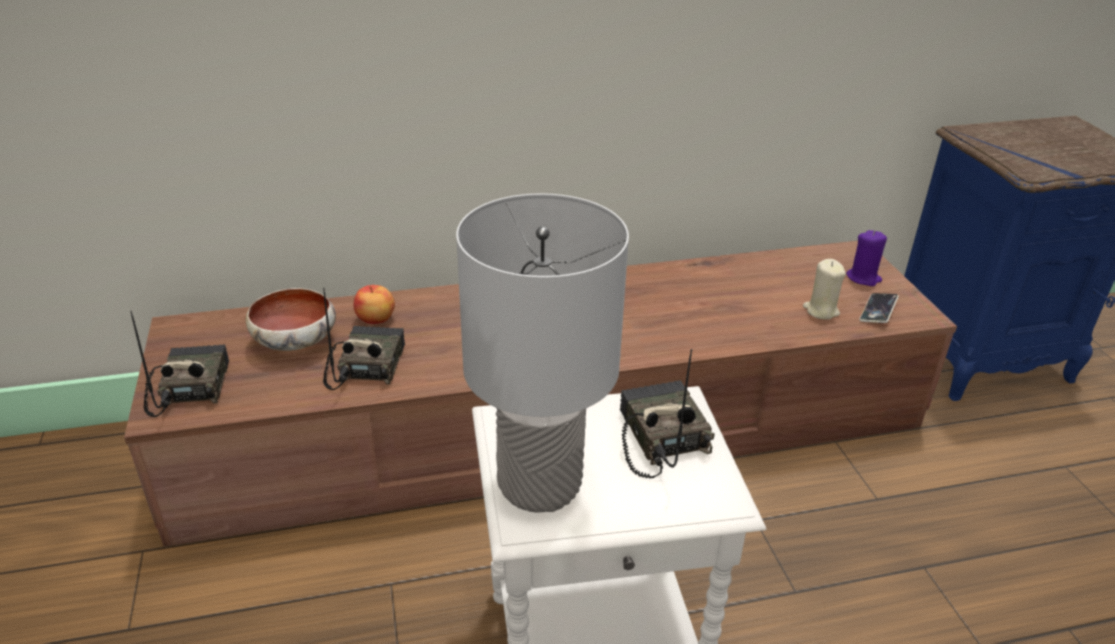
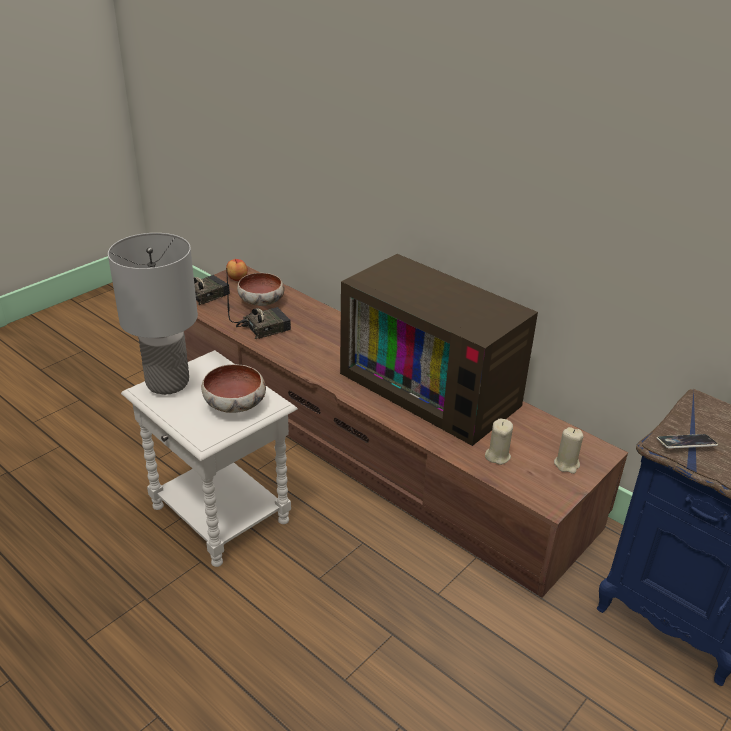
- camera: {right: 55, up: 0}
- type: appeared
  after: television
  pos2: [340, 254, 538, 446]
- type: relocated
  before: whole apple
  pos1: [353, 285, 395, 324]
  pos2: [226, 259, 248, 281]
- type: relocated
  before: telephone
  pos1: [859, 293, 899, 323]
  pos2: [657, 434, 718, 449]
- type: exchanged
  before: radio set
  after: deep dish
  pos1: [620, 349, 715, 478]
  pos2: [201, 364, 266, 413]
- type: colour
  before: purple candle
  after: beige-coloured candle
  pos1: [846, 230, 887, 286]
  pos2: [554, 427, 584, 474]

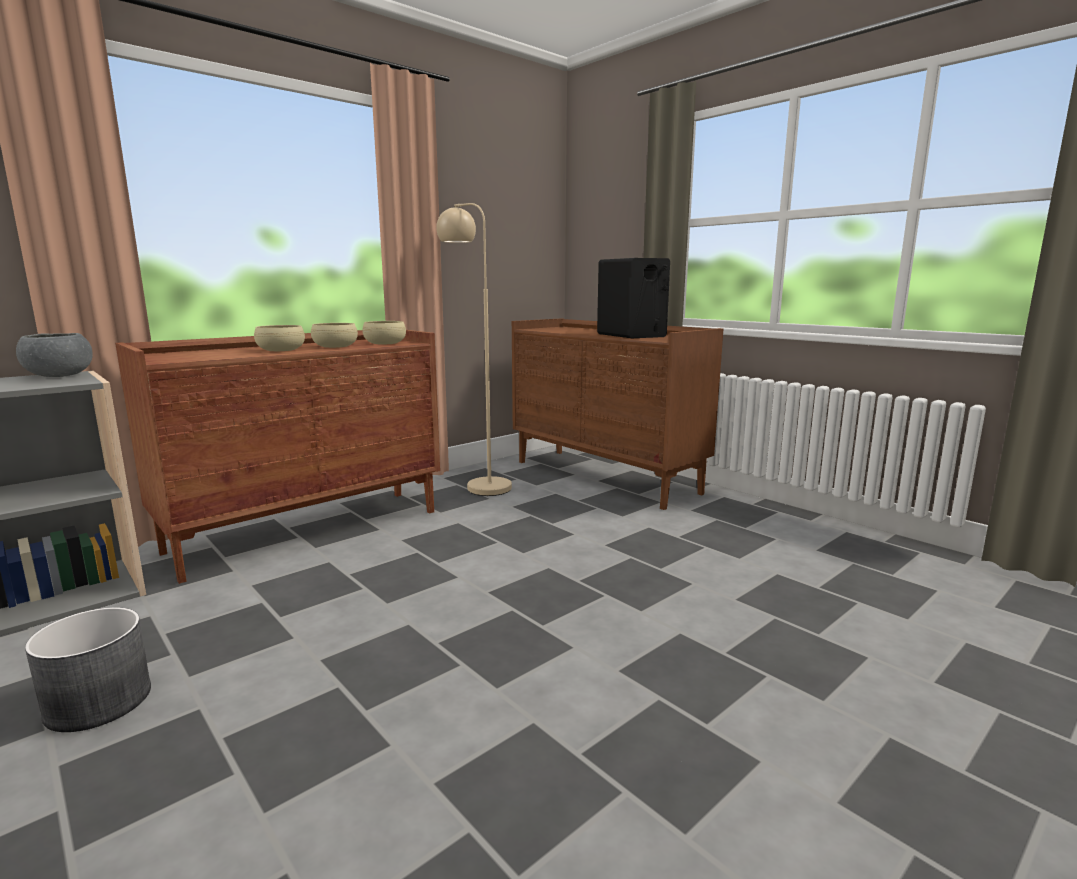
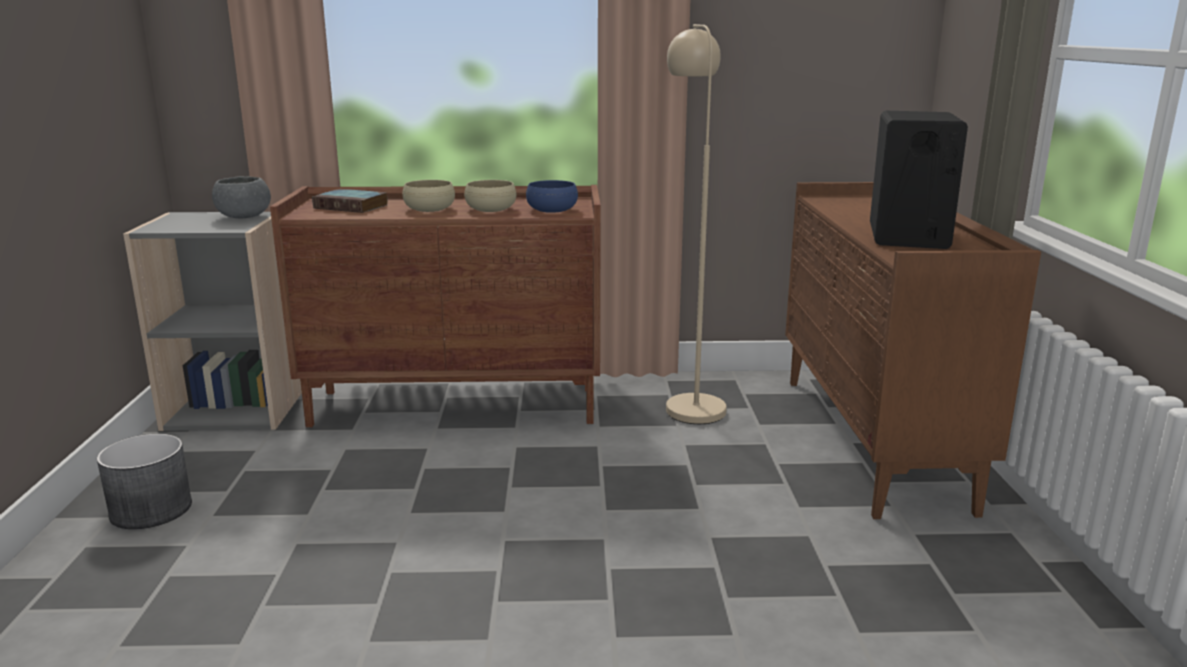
- camera: {right: 40, up: 5}
- type: appeared
  after: book
  pos2: [312, 189, 388, 213]
- type: colour
  before: beige-coloured deep dish
  after: blue-coloured deep dish
  pos1: [362, 321, 406, 344]
  pos2: [526, 180, 578, 213]

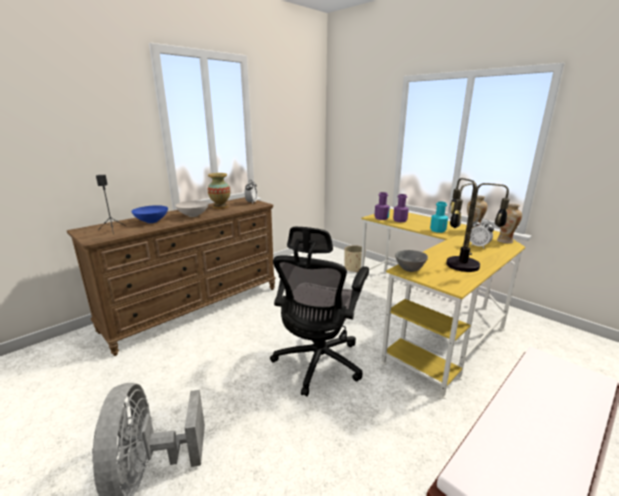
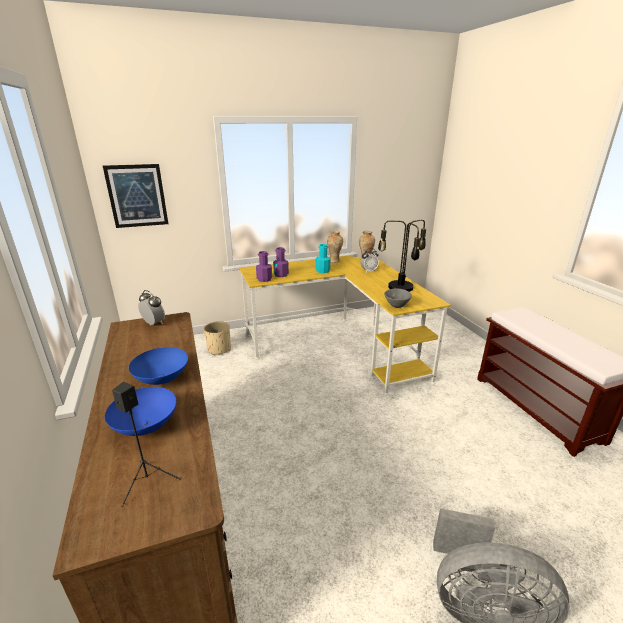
- camera: {right: -65, up: 5}
- type: missing
  before: decorative vase
  pos1: [208, 173, 230, 209]
- type: missing
  before: desk chair
  pos1: [270, 227, 369, 396]
- type: appeared
  after: picture
  pos2: [103, 164, 168, 228]
- type: colour
  before: whitish deep dish
  after: blue-coloured deep dish
  pos1: [175, 201, 209, 217]
  pos2: [129, 347, 188, 385]

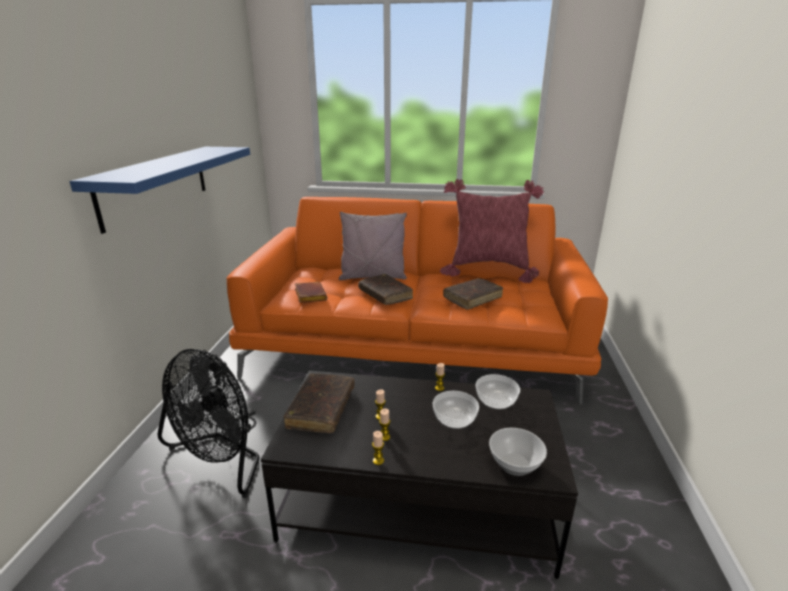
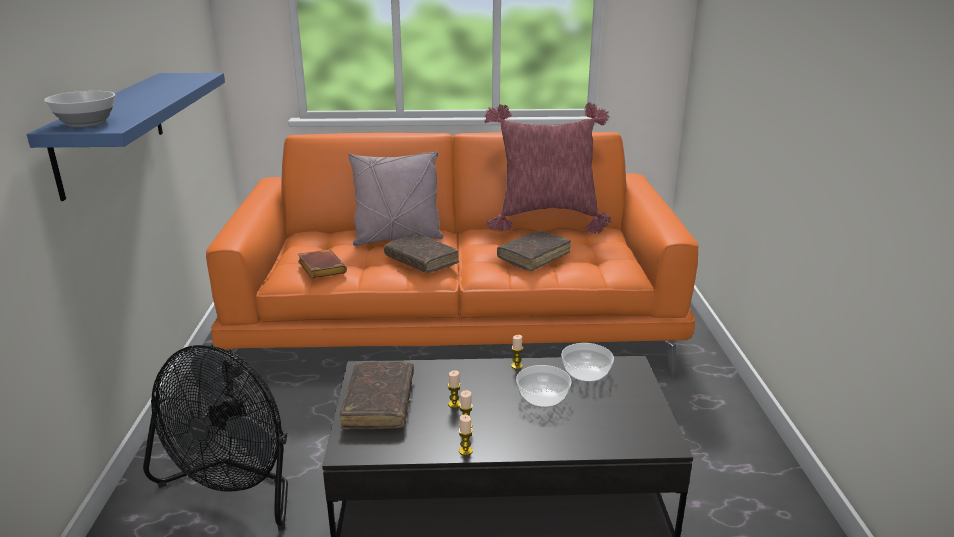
- camera: {right: -10, up: 0}
- type: relocated
  before: deep dish
  pos1: [489, 428, 547, 476]
  pos2: [44, 91, 115, 127]

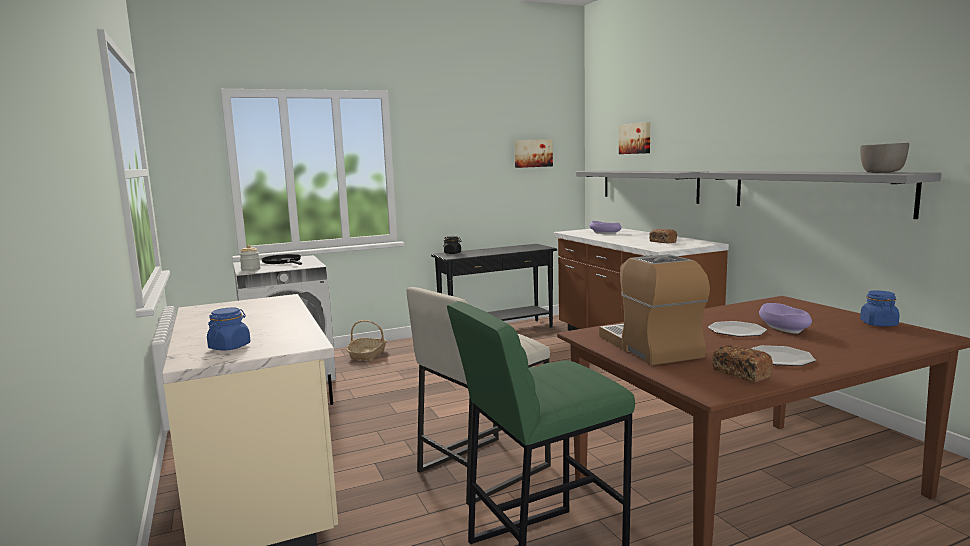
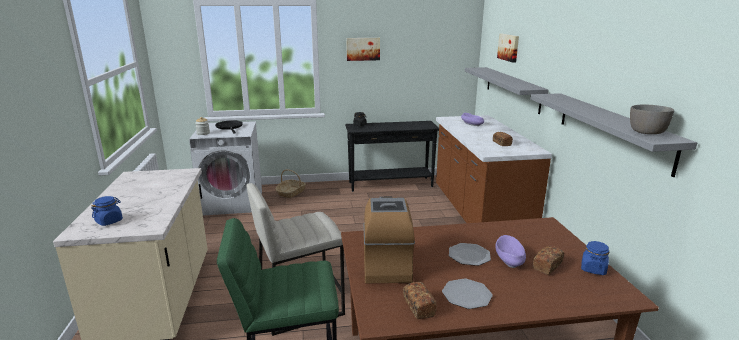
- camera: {right: 15, up: 10}
- type: appeared
  after: baked bread
  pos2: [533, 246, 564, 275]
- type: relocated
  before: picture
  pos1: [514, 139, 553, 168]
  pos2: [346, 38, 380, 61]

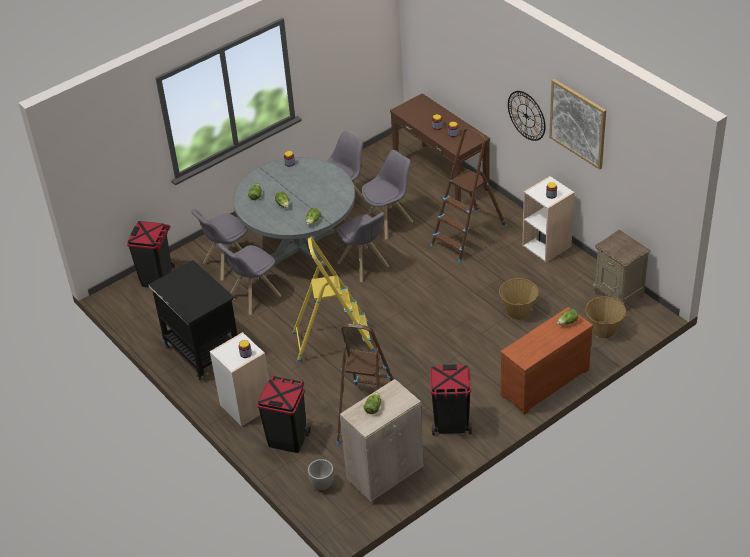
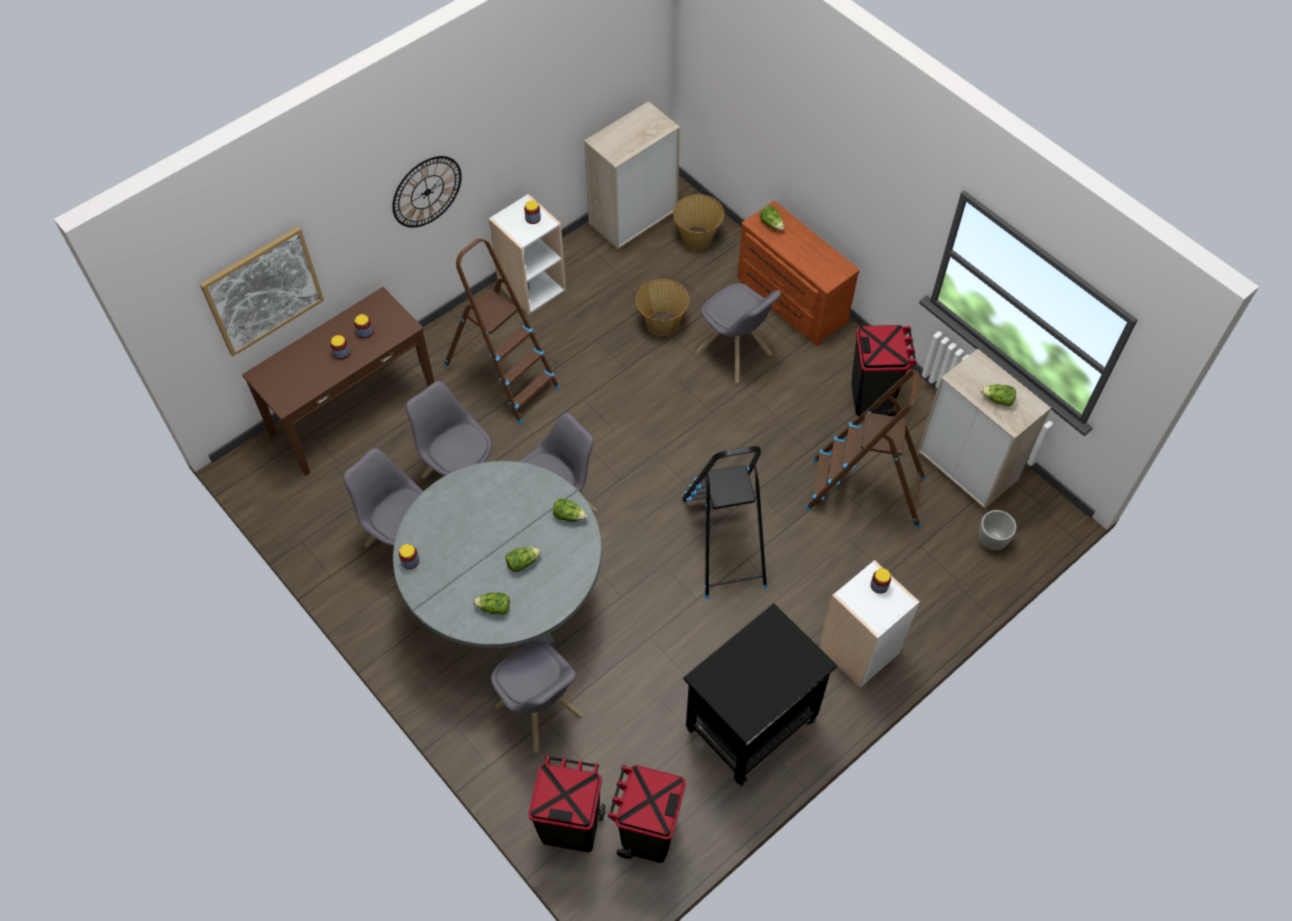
- camera: {right: -95, up: 15}
- type: relocated
  before: gray plain chair
  pos1: [218, 243, 281, 315]
  pos2: [697, 283, 781, 383]
- type: relocated
  before: black waste bin
  pos1: [257, 375, 311, 453]
  pos2: [608, 765, 686, 863]
- type: relocated
  before: picture
  pos1: [549, 79, 606, 170]
  pos2: [200, 226, 324, 357]
- type: exchanged
  before: beige-coloured night table
  after: beige-coloured cabinet
  pos1: [593, 230, 651, 305]
  pos2: [584, 101, 680, 249]
- type: colour
  before: yellow step stool
  after: black step stool
  pos1: [292, 237, 375, 362]
  pos2: [682, 446, 767, 599]

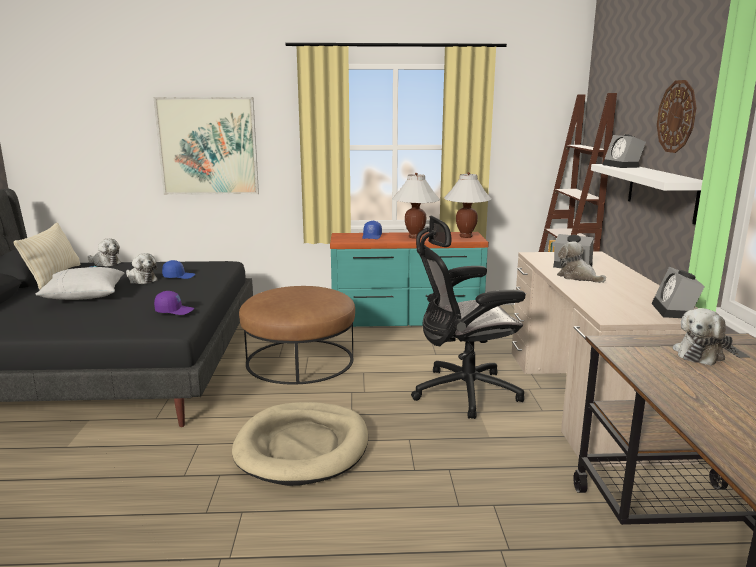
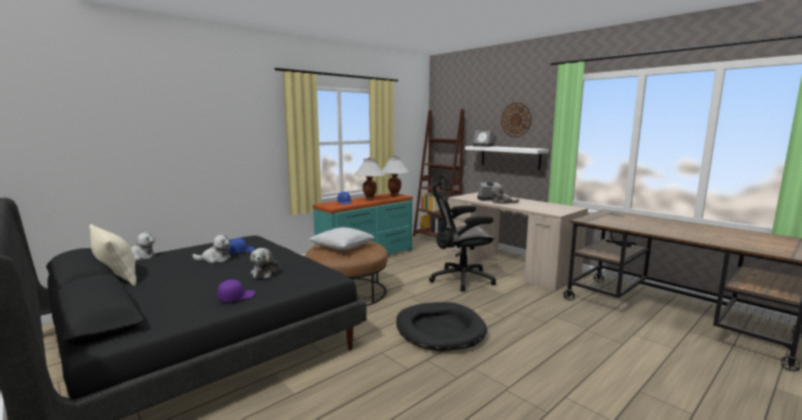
- camera: {right: -40, up: -5}
- type: missing
  before: picture
  pos1: [154, 97, 259, 195]
- type: missing
  before: bedside clock
  pos1: [651, 267, 705, 318]
- type: relocated
  before: gray throw pillow
  pos1: [35, 266, 124, 300]
  pos2: [309, 227, 375, 250]
- type: relocated
  before: purple baseball cap
  pos1: [154, 291, 194, 315]
  pos2: [218, 279, 255, 301]
- type: relocated
  before: soft toy
  pos1: [673, 308, 732, 366]
  pos2: [250, 248, 278, 278]
- type: colour
  before: beige-coloured pet bed
  after: black pet bed
  pos1: [232, 402, 368, 486]
  pos2: [396, 302, 487, 351]
- type: spun
  before: desk chair
  pos1: [411, 215, 525, 419]
  pos2: [429, 174, 496, 292]
  turn: 45

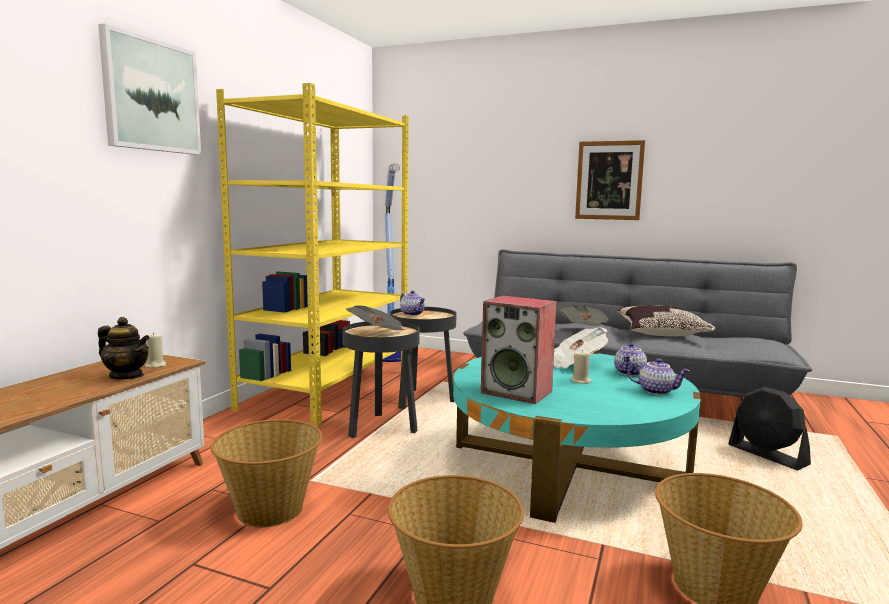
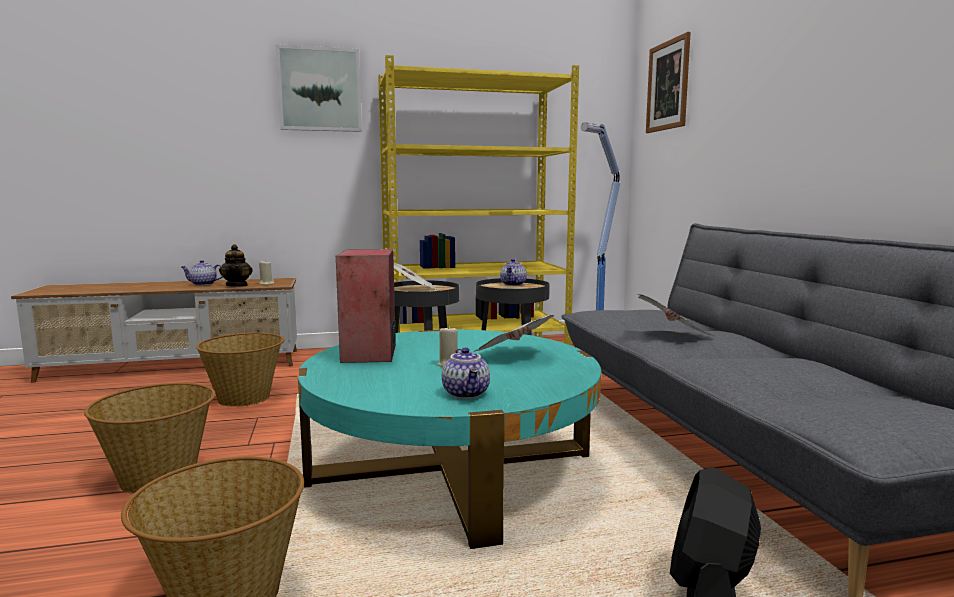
- camera: {right: 55, up: 0}
- type: missing
  before: throw pillow
  pos1: [617, 305, 715, 336]
- type: relocated
  before: picture
  pos1: [575, 140, 645, 220]
  pos2: [646, 32, 691, 133]
- type: relocated
  before: pot for tea
  pos1: [614, 343, 647, 376]
  pos2: [181, 260, 223, 286]

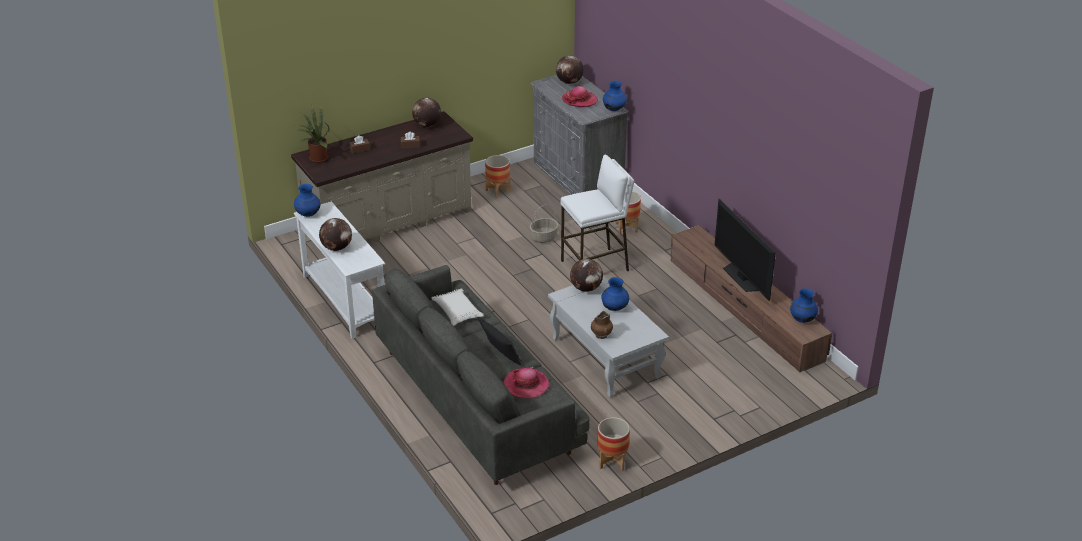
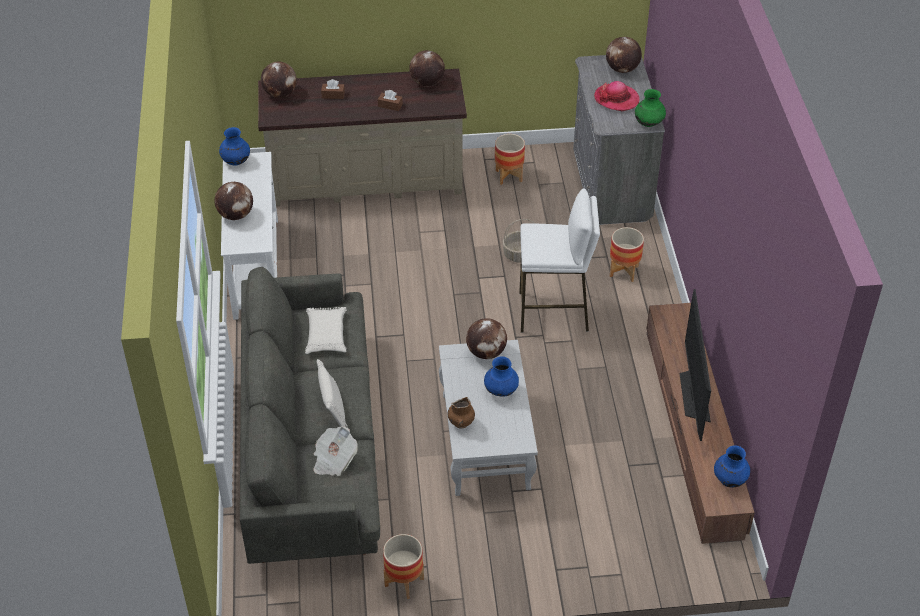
- camera: {right: 25, up: 10}
- type: exchanged
  before: houseplant
  after: globe
  pos1: [295, 104, 329, 163]
  pos2: [261, 61, 297, 98]
- type: exchanged
  before: hat
  after: printed paper
  pos1: [504, 367, 549, 398]
  pos2: [314, 426, 358, 476]
- type: colour
  before: black throw pillow
  after: whitish throw pillow
  pos1: [478, 317, 522, 365]
  pos2: [317, 359, 348, 427]
- type: colour
  before: blue-coloured decorative vase
  after: green-coloured decorative vase
  pos1: [603, 81, 627, 111]
  pos2: [635, 89, 666, 127]

